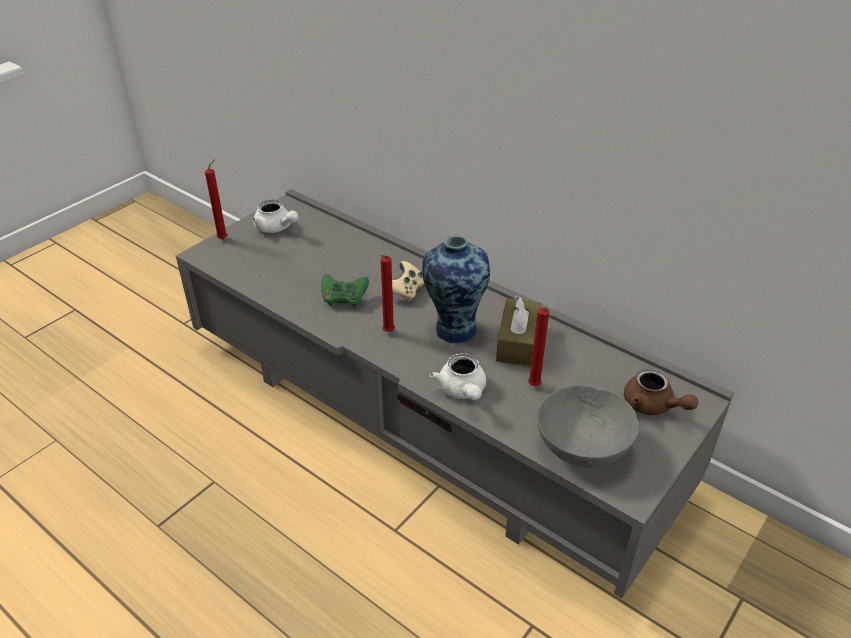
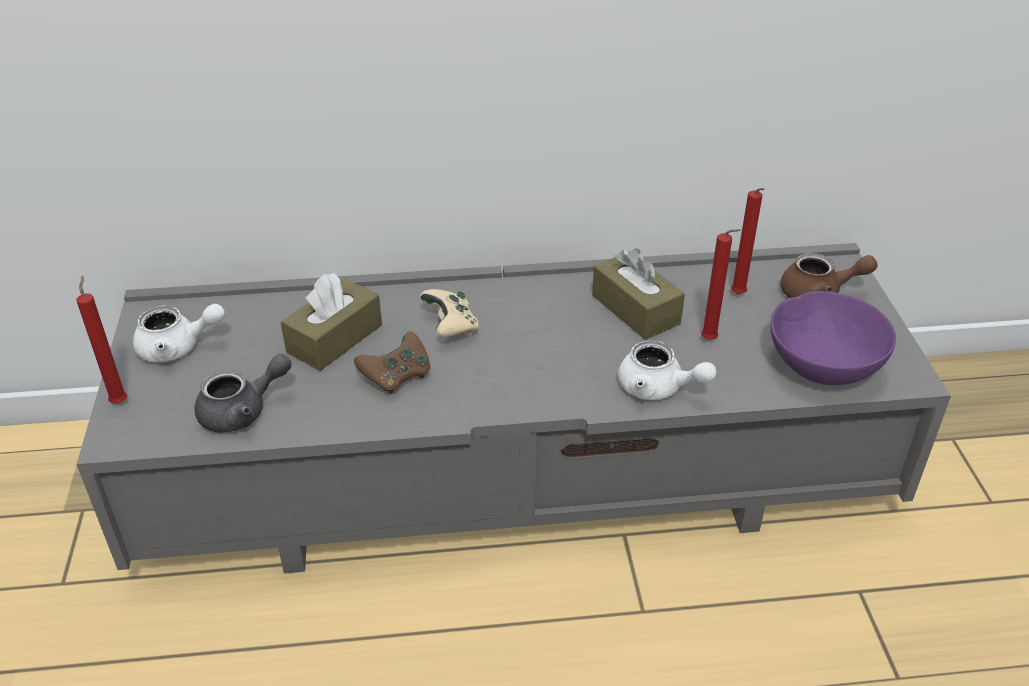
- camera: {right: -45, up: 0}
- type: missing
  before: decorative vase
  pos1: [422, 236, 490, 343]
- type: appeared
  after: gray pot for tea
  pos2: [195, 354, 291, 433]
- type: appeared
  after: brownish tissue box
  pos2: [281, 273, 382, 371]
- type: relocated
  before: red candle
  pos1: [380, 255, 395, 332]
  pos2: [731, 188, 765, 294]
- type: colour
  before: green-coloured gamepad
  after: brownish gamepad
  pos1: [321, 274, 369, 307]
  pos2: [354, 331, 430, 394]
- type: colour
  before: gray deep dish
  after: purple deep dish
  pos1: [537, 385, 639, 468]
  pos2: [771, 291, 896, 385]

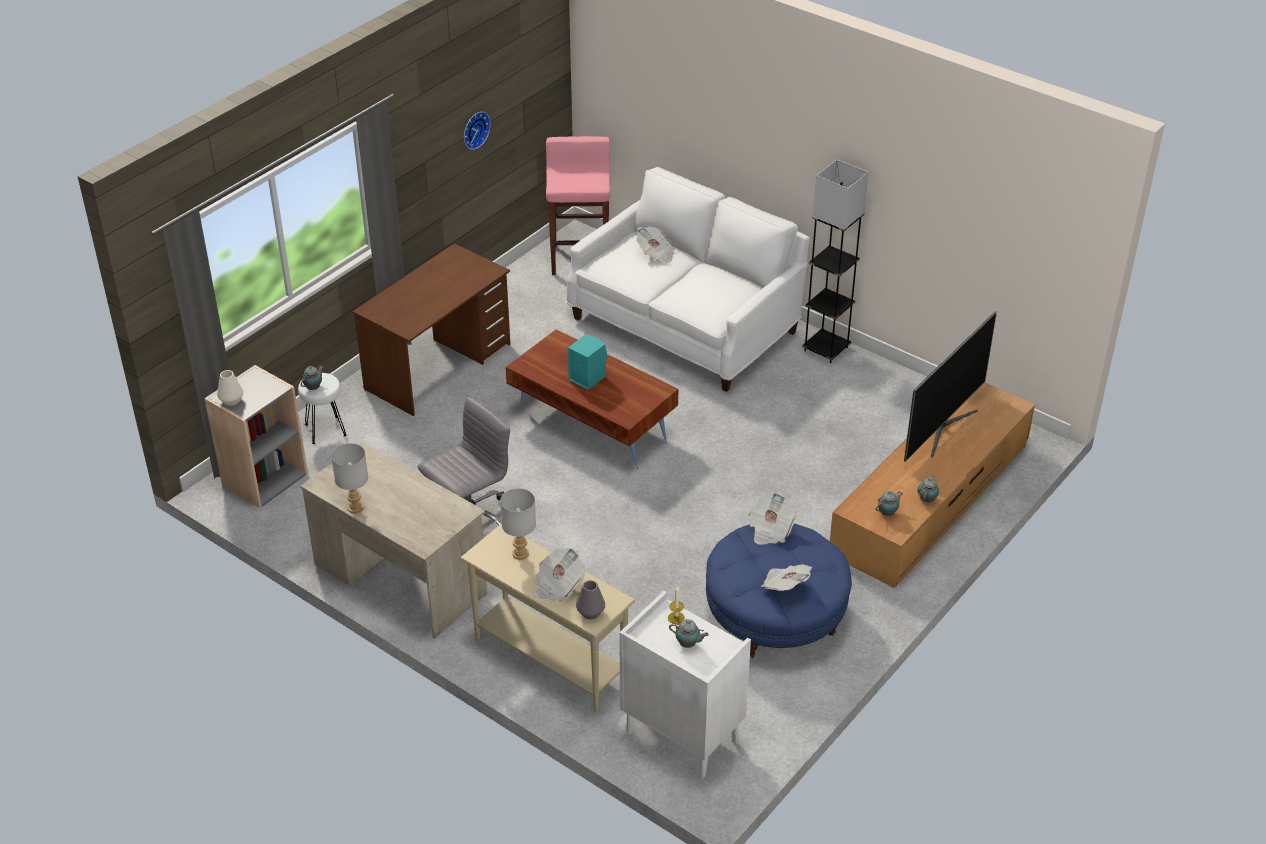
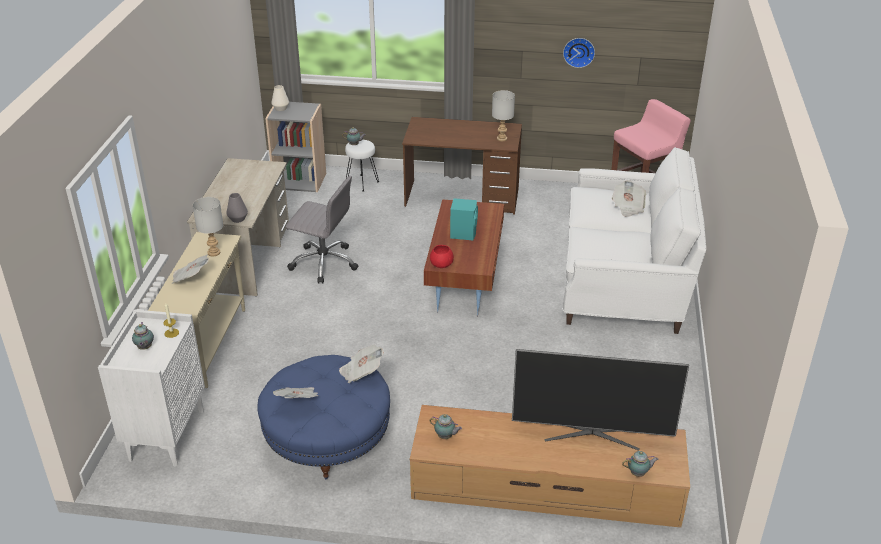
- camera: {right: 60, up: -5}
- type: missing
  before: gray standard lamp
  pos1: [802, 160, 868, 363]
- type: appeared
  after: red deep dish
  pos2: [430, 245, 454, 268]
- type: relocated
  before: gray lamp for a table
  pos1: [331, 443, 368, 513]
  pos2: [492, 90, 515, 141]
- type: relocated
  before: gray decorative vase
  pos1: [576, 580, 605, 619]
  pos2: [226, 193, 248, 223]
- type: relocated
  before: pot for tea
  pos1: [918, 475, 939, 503]
  pos2: [622, 451, 659, 477]

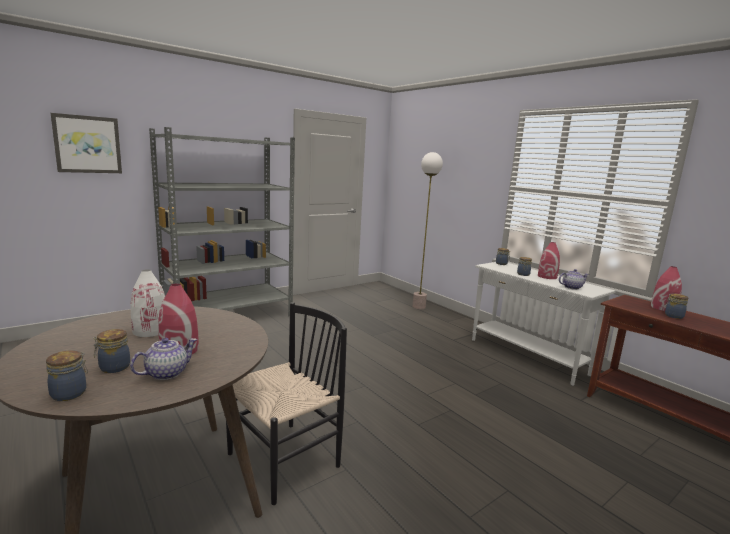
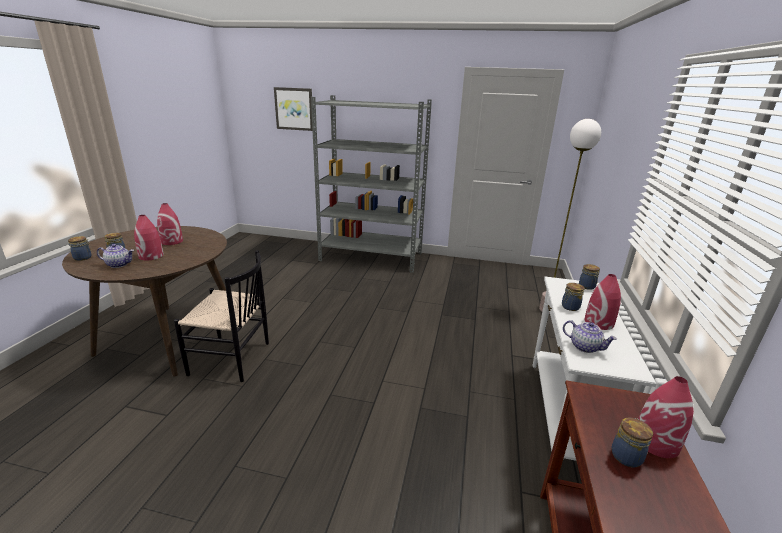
- camera: {right: 50, up: 10}
- type: colour
  before: whitish decorative vase
  after: red decorative vase
  pos1: [131, 269, 165, 337]
  pos2: [157, 203, 183, 245]

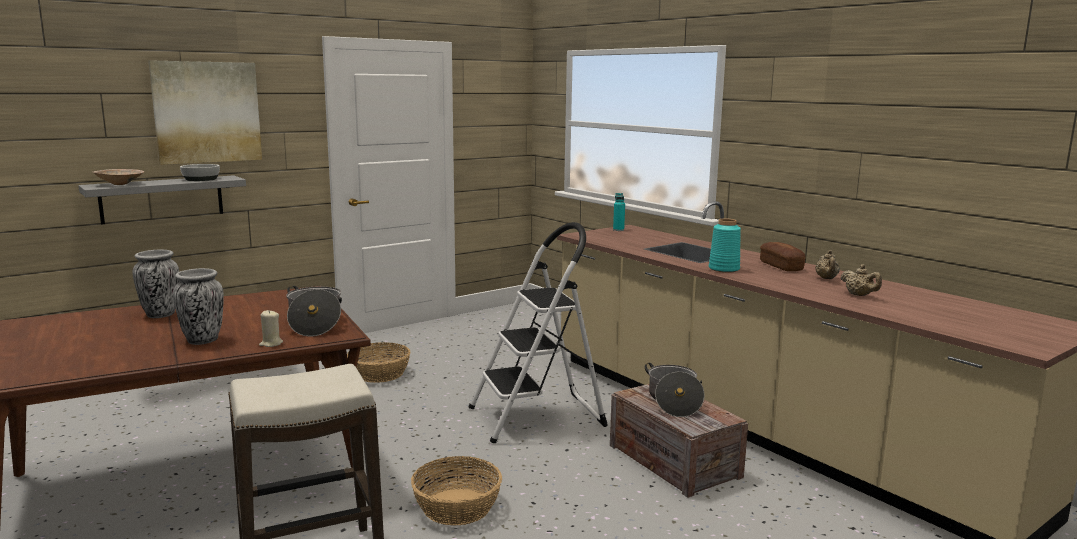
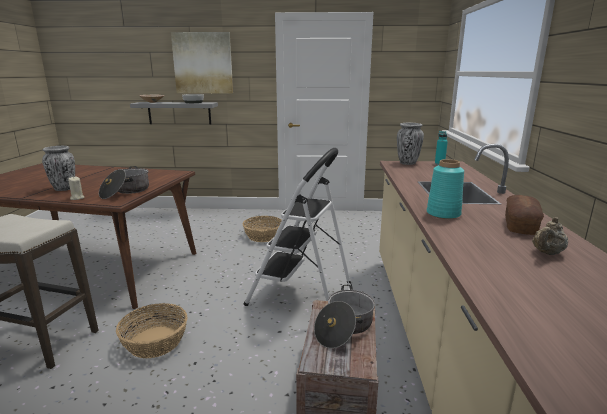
- camera: {right: 40, up: 5}
- type: missing
  before: beige-coloured pot for tea
  pos1: [840, 264, 882, 296]
- type: relocated
  before: decorative vase
  pos1: [132, 250, 179, 318]
  pos2: [397, 123, 424, 165]

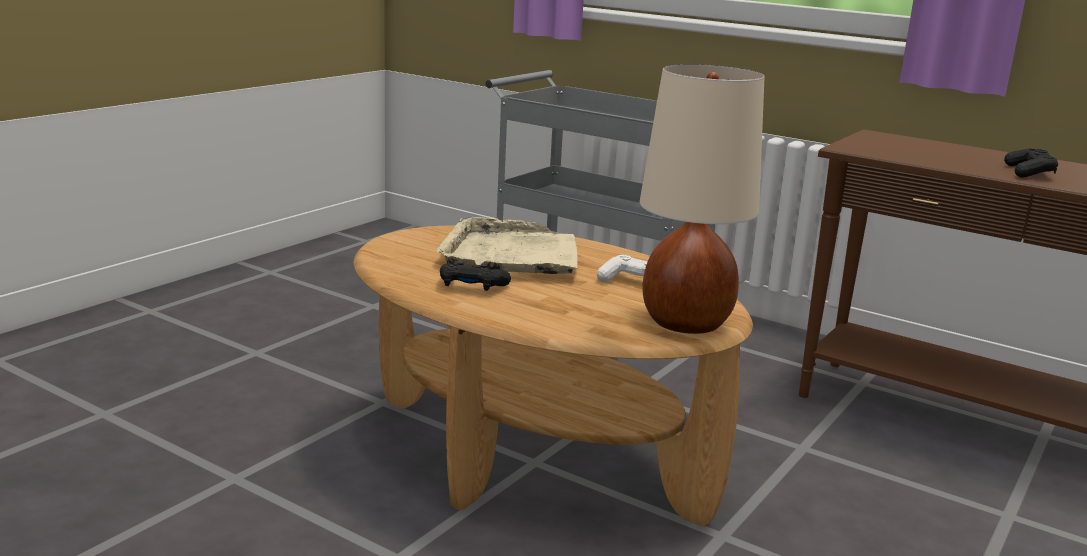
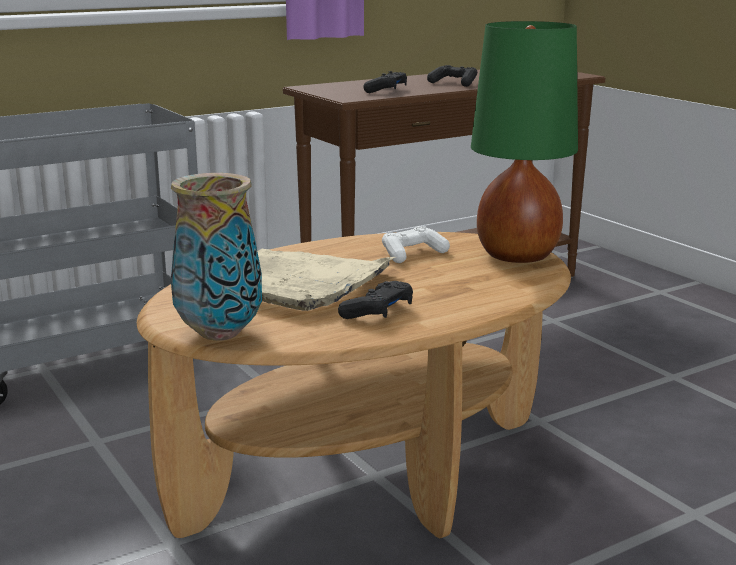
- camera: {right: -65, up: 0}
- type: appeared
  after: decorative vase
  pos2: [171, 173, 262, 341]
- type: appeared
  after: black gamepad
  pos2: [363, 71, 407, 93]
- type: colour
  before: beige-coloured lamp for a table
  after: green-coloured lamp for a table
  pos1: [640, 64, 765, 334]
  pos2: [471, 21, 578, 263]

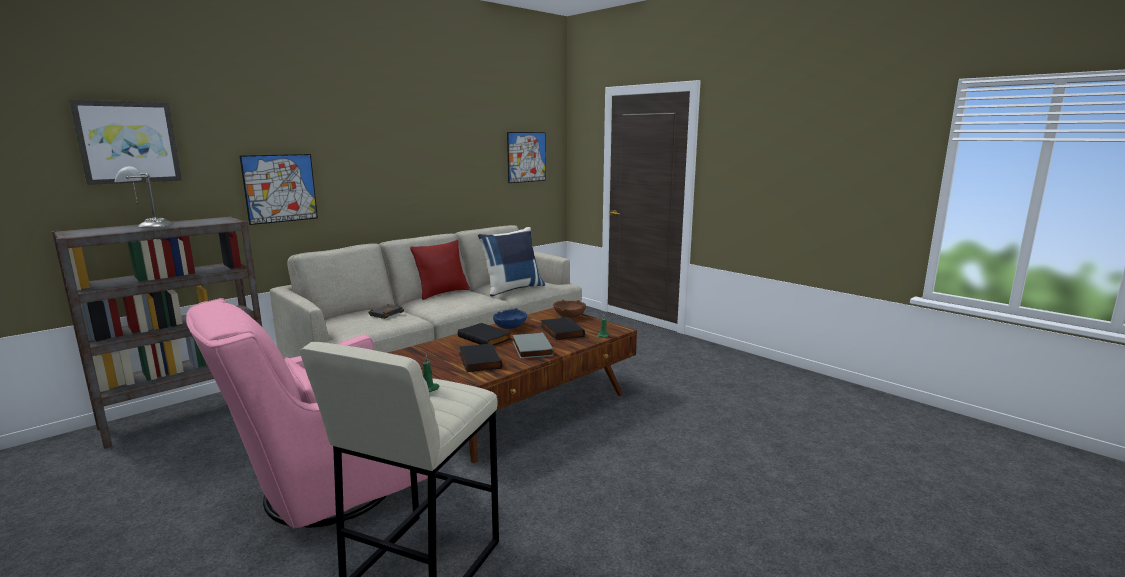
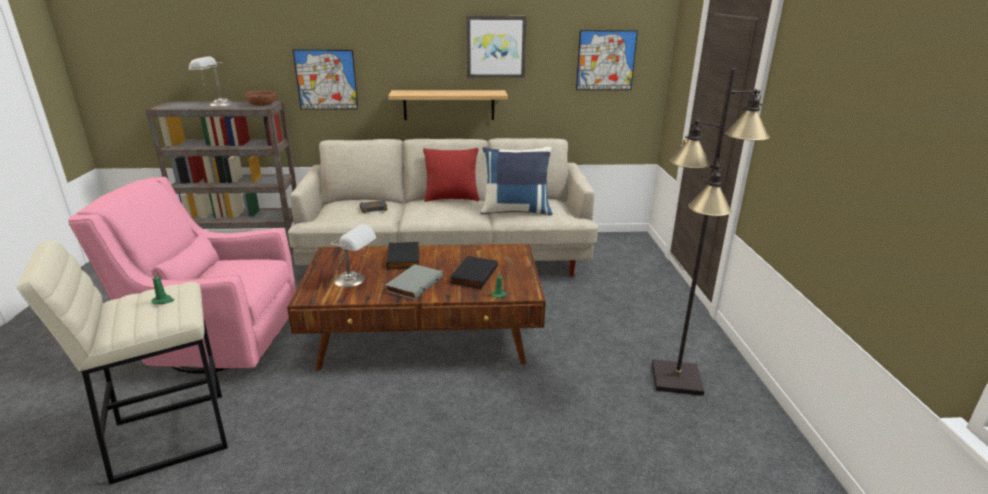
- camera: {right: 40, up: 10}
- type: missing
  before: blue-coloured deep dish
  pos1: [493, 308, 527, 329]
- type: appeared
  after: bracket shelf
  pos2: [388, 90, 508, 120]
- type: appeared
  after: black standard lamp
  pos2: [652, 68, 770, 396]
- type: relocated
  before: picture
  pos1: [69, 100, 182, 185]
  pos2: [466, 15, 527, 78]
- type: relocated
  before: brownish deep dish
  pos1: [553, 300, 586, 318]
  pos2: [245, 90, 277, 106]
- type: exchanged
  before: black book
  after: whitish lamp for a table
  pos1: [459, 343, 502, 372]
  pos2: [330, 224, 376, 287]

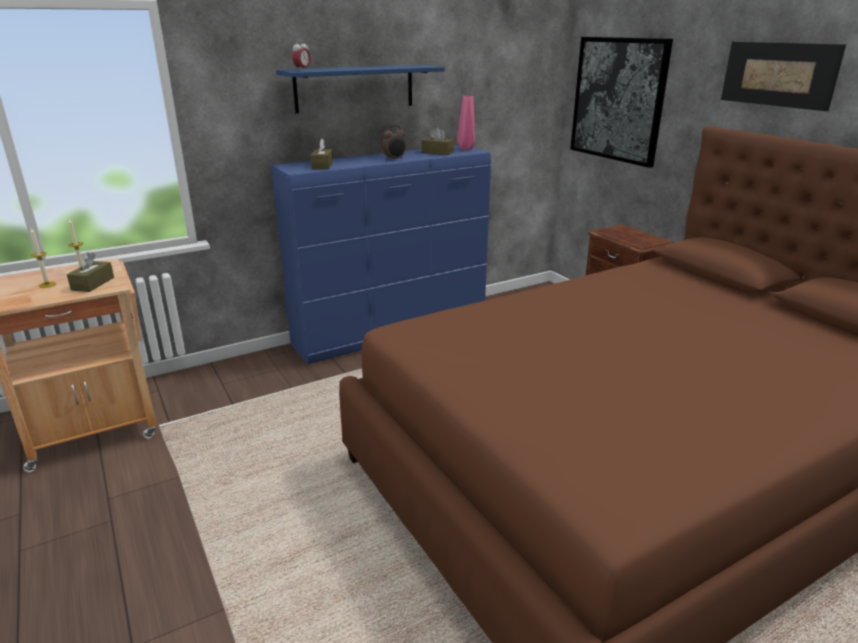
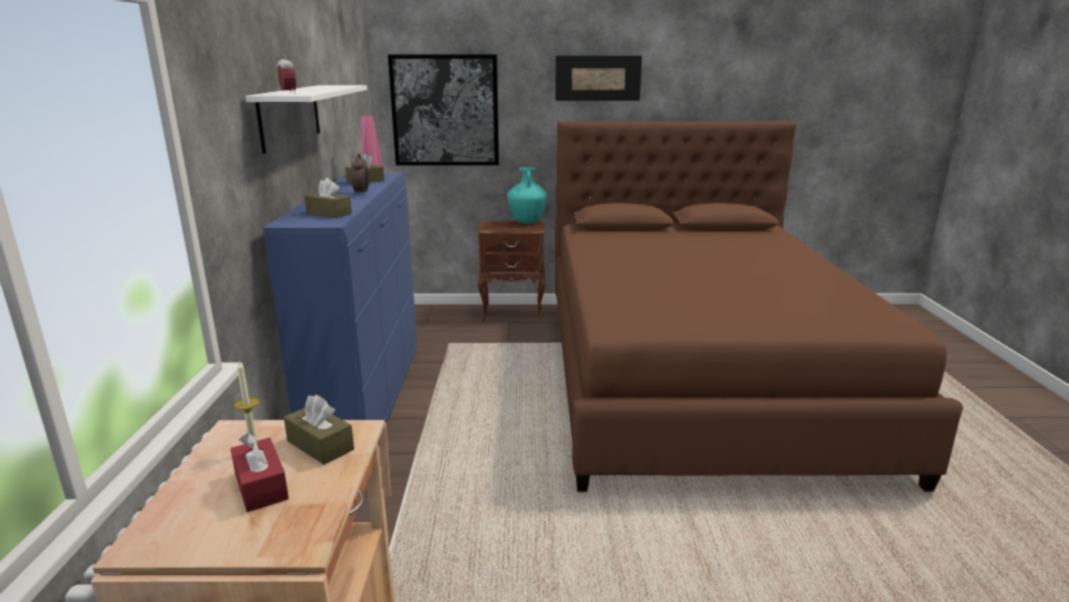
- camera: {right: -60, up: -5}
- type: appeared
  after: turquoise-coloured decorative vase
  pos2: [507, 167, 548, 224]
- type: exchanged
  before: candle
  after: red tissue box
  pos1: [30, 228, 56, 288]
  pos2: [231, 433, 289, 512]
- type: colour
  before: blue-coloured bracket shelf
  after: whitish bracket shelf
  pos1: [276, 65, 445, 113]
  pos2: [245, 85, 367, 154]

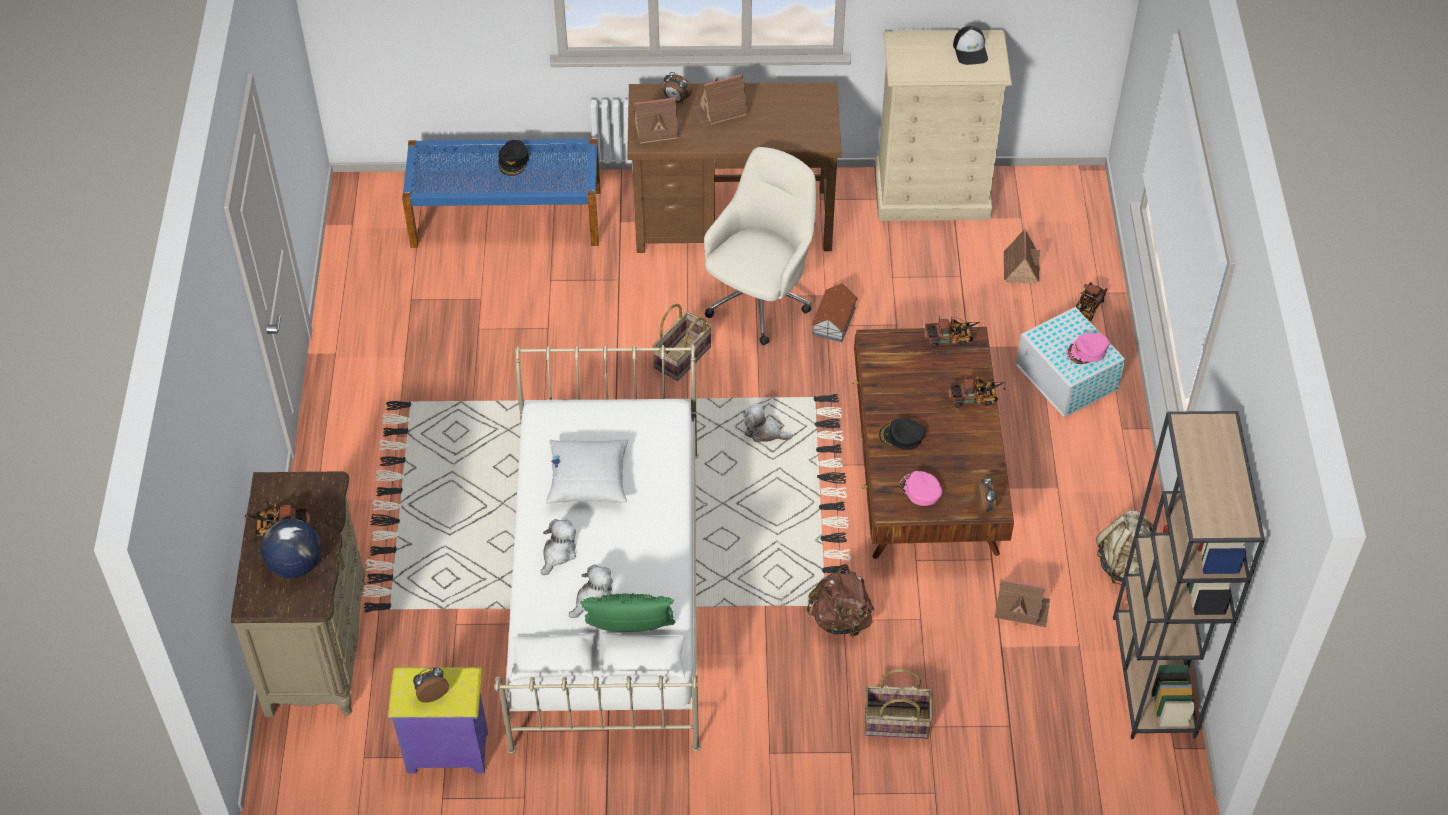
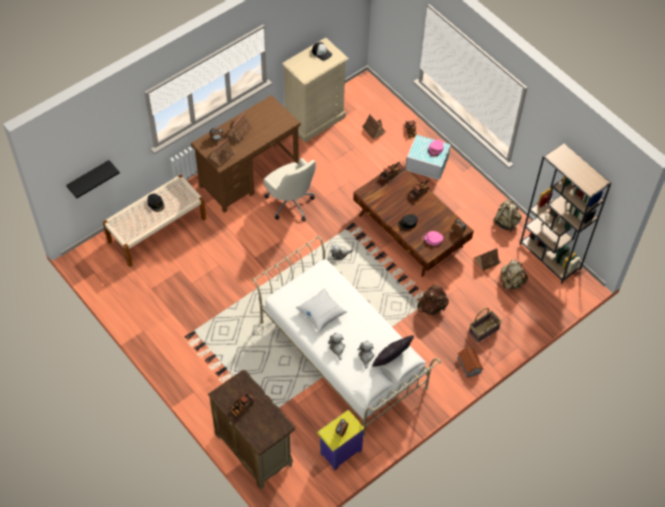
- camera: {right: -40, up: 5}
- type: missing
  before: globe
  pos1: [261, 519, 321, 578]
- type: missing
  before: household basket
  pos1: [652, 304, 712, 381]
- type: appeared
  after: black bracket shelf
  pos2: [66, 160, 120, 198]
- type: appeared
  after: beige-coloured knapsack
  pos2: [501, 260, 528, 290]
- type: relocated
  before: miniature house
  pos1: [811, 283, 858, 342]
  pos2: [458, 347, 483, 378]
- type: colour
  before: blue-coloured indoor bench
  after: beige-coloured indoor bench
  pos1: [402, 139, 601, 248]
  pos2: [102, 174, 206, 267]
- type: colour
  before: green-coloured throw pillow
  after: black throw pillow
  pos1: [580, 593, 676, 632]
  pos2: [372, 335, 414, 367]
- type: spun
  before: beige-coloured desk chair
  pos1: [704, 147, 816, 345]
  pos2: [263, 158, 316, 222]
  turn: 150

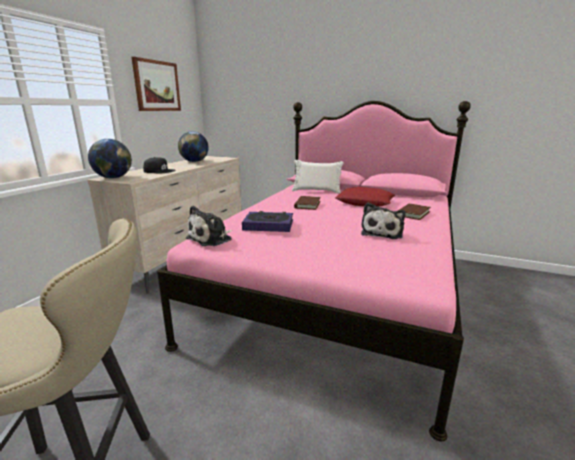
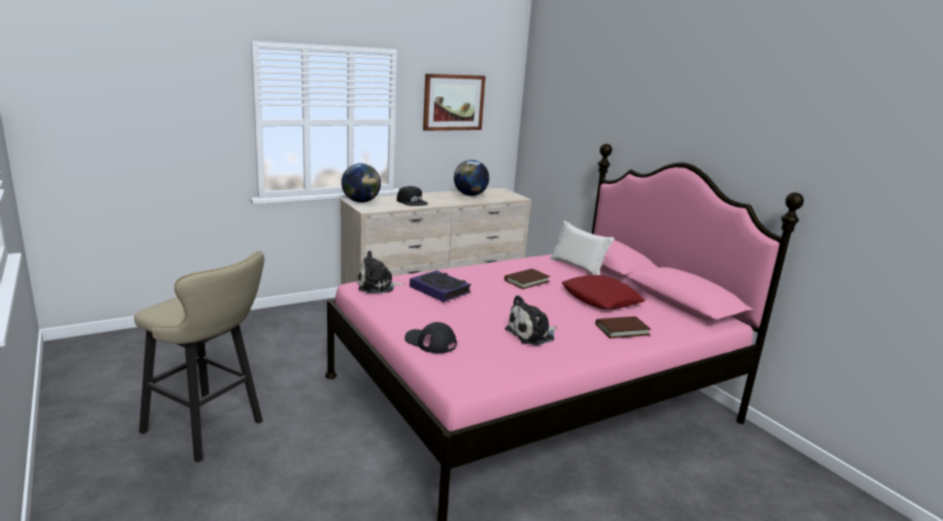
- camera: {right: 35, up: 0}
- type: appeared
  after: black baseball cap
  pos2: [405, 322, 457, 353]

